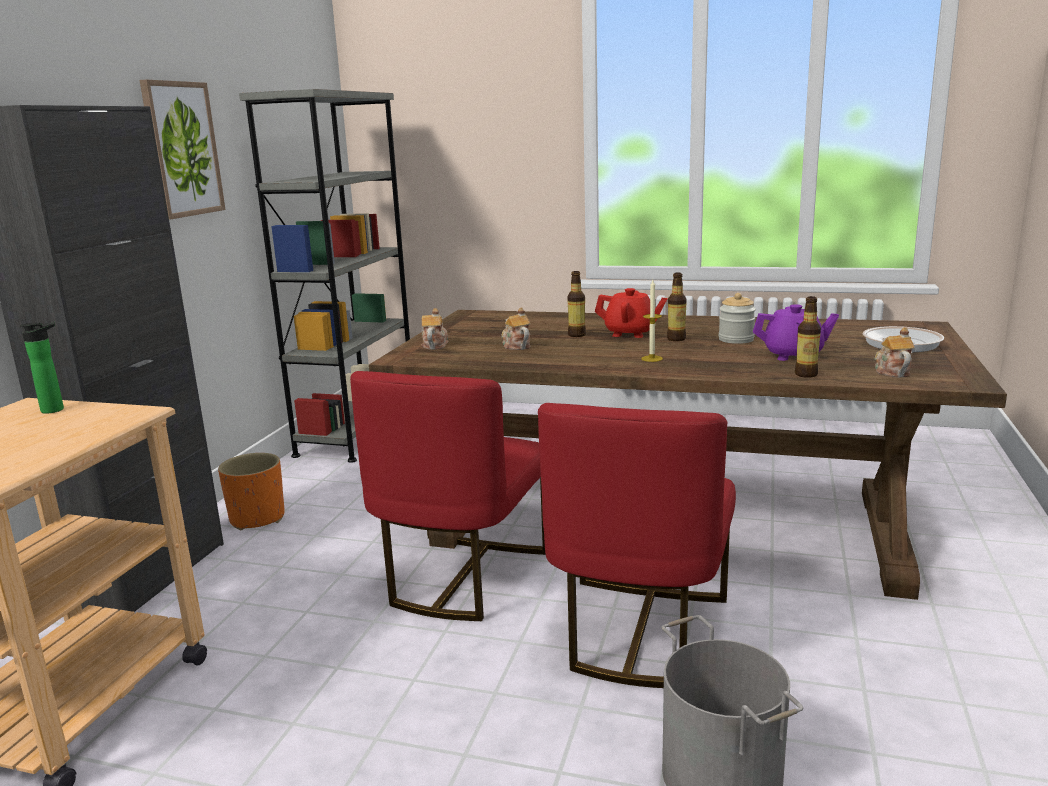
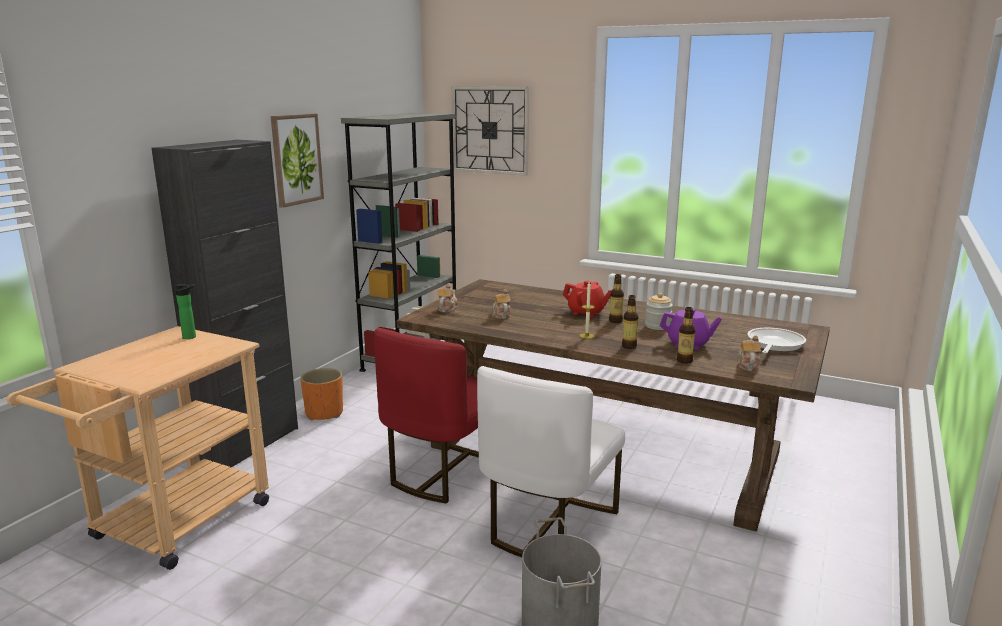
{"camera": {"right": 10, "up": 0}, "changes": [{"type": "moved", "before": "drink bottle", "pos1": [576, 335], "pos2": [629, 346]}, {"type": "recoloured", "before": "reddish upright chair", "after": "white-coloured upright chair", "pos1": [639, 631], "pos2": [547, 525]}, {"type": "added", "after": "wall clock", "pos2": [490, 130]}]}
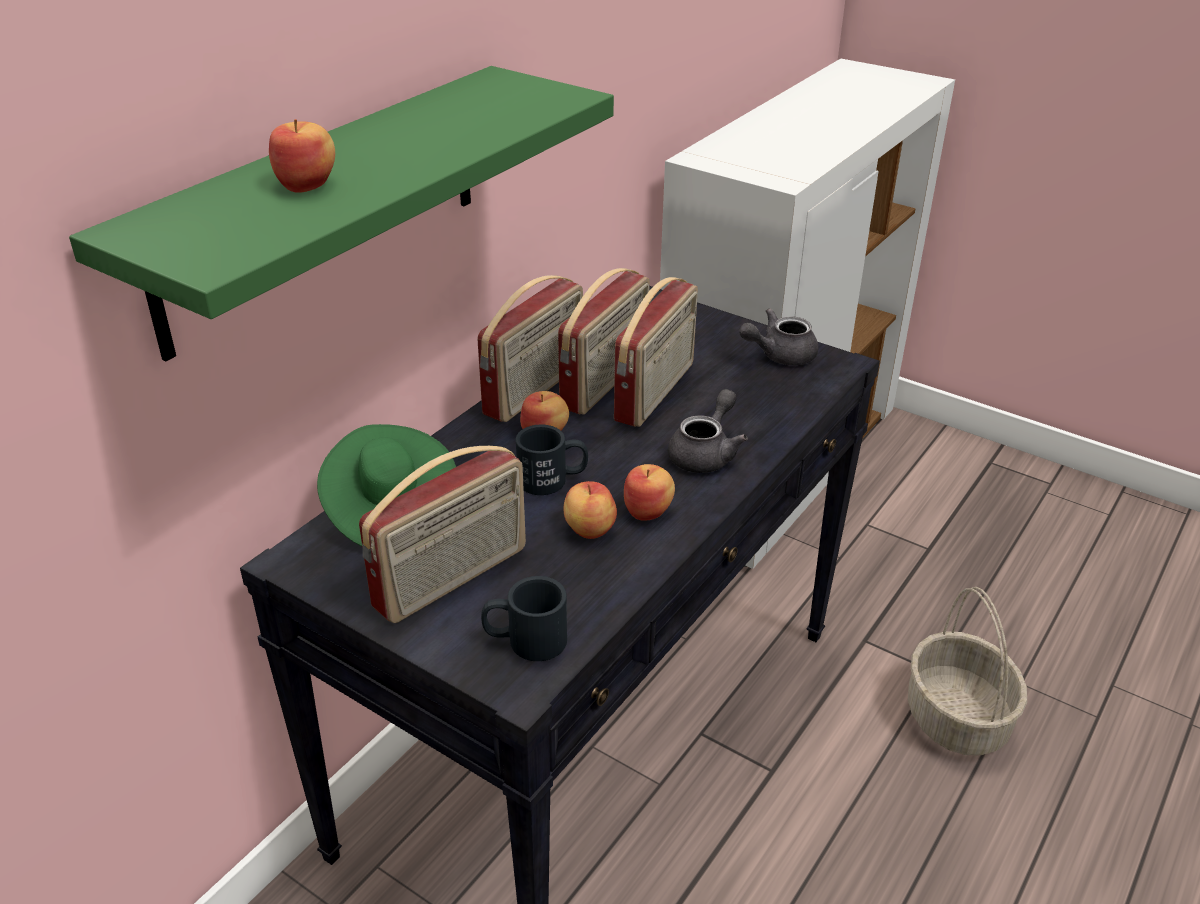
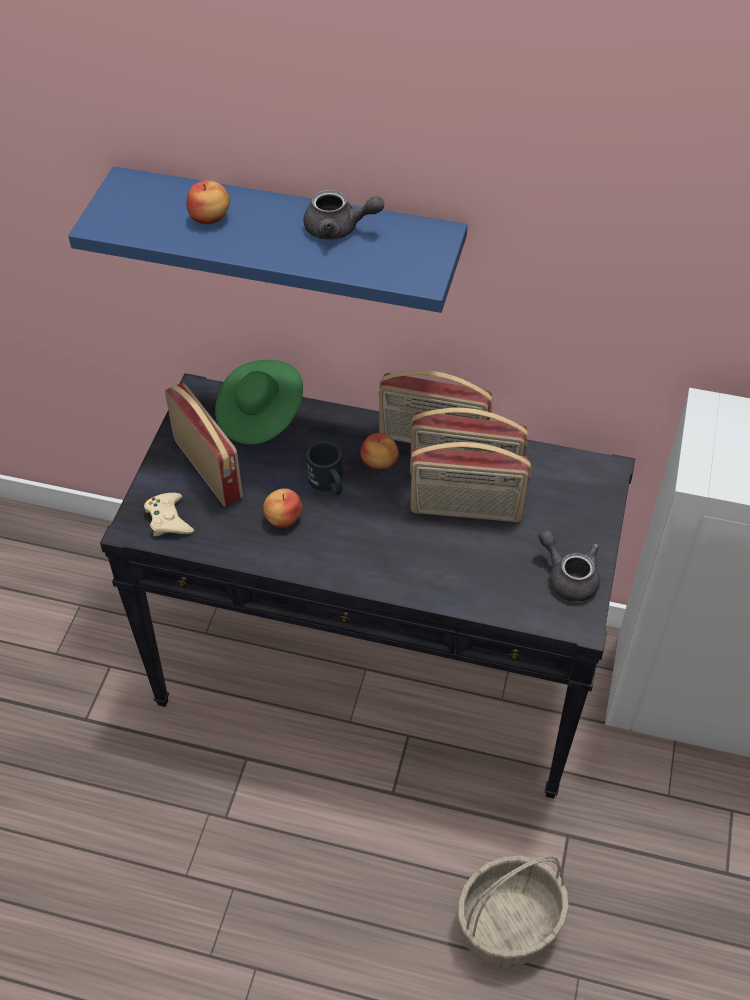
{"camera": {"right": 70, "up": 15}, "changes": [{"type": "recoloured", "before": "green-coloured wall shelf", "after": "blue wall shelf", "pos1": [323, 206], "pos2": [288, 233]}, {"type": "moved", "before": "gray pot for tea", "pos1": [706, 453], "pos2": [339, 229]}, {"type": "turned", "before": "radio set", "pos1": [453, 579], "pos2": [209, 468], "turn": -150}, {"type": "removed", "before": "apple", "pos1": [648, 510]}, {"type": "replaced", "before": "black-coloured mug", "after": "beige-coloured gamepad", "pos1": [525, 640], "pos2": [168, 519]}]}
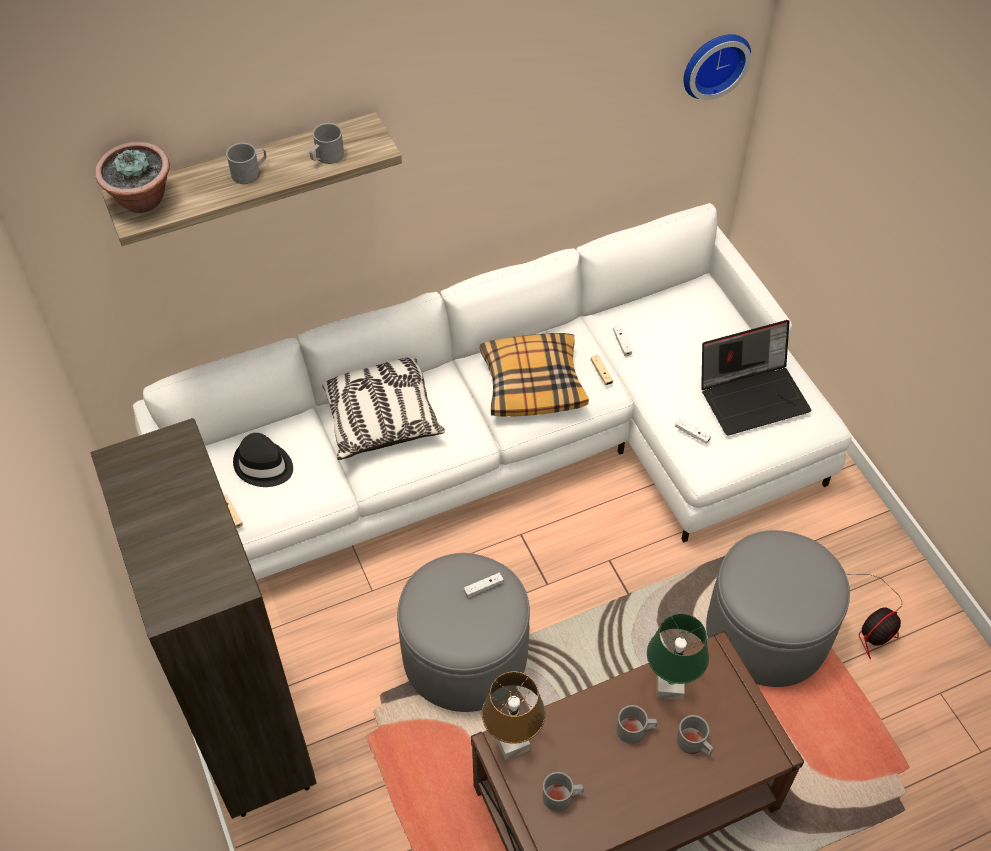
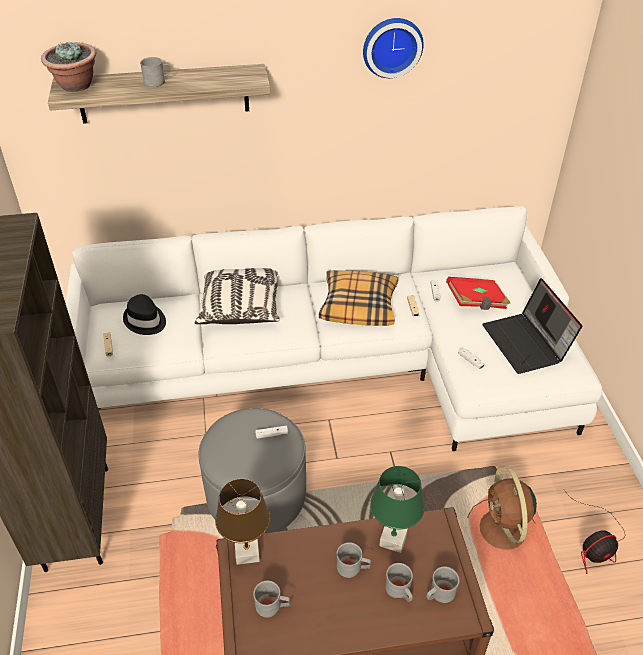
{"camera": {"right": 15, "up": -10}, "changes": [{"type": "moved", "before": "wall clock", "pos1": [713, 63], "pos2": [391, 46]}, {"type": "moved", "before": "gray mug", "pos1": [326, 157], "pos2": [439, 594]}, {"type": "turned", "before": "portable computer", "pos1": [753, 395], "pos2": [527, 343], "turn": 75}, {"type": "replaced", "before": "gray ottoman", "after": "brownish fan", "pos1": [767, 631], "pos2": [503, 532]}, {"type": "added", "after": "reddish bound book", "pos2": [476, 302]}]}
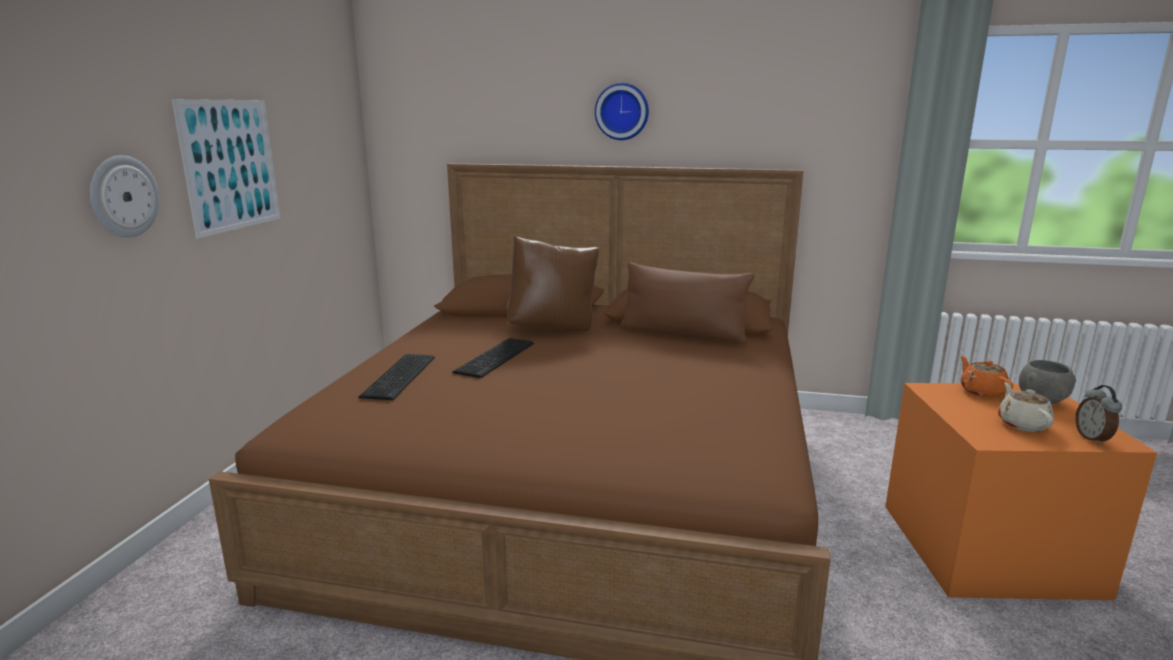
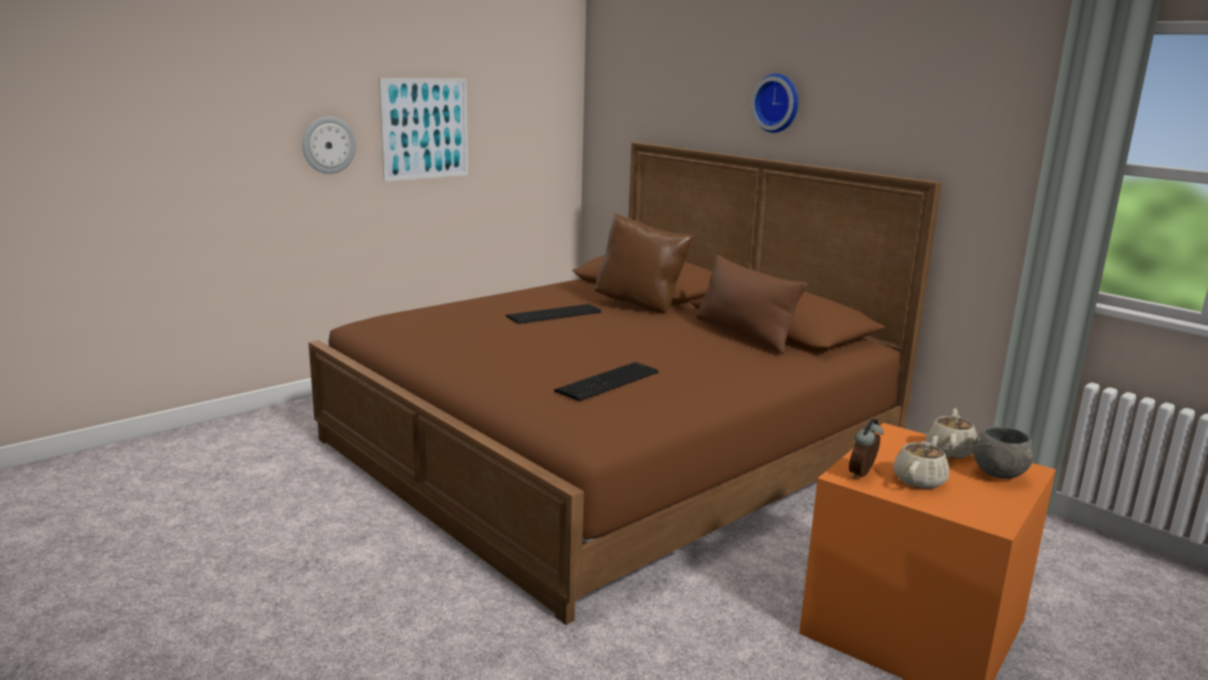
{"camera": {"right": 35, "up": 0}, "changes": [{"type": "moved", "before": "computer keyboard", "pos1": [401, 376], "pos2": [610, 381]}, {"type": "recoloured", "before": "orange-coloured pot for tea", "after": "beige-coloured pot for tea", "pos1": [981, 391], "pos2": [950, 450]}, {"type": "moved", "before": "bedside clock", "pos1": [1093, 439], "pos2": [863, 474]}]}
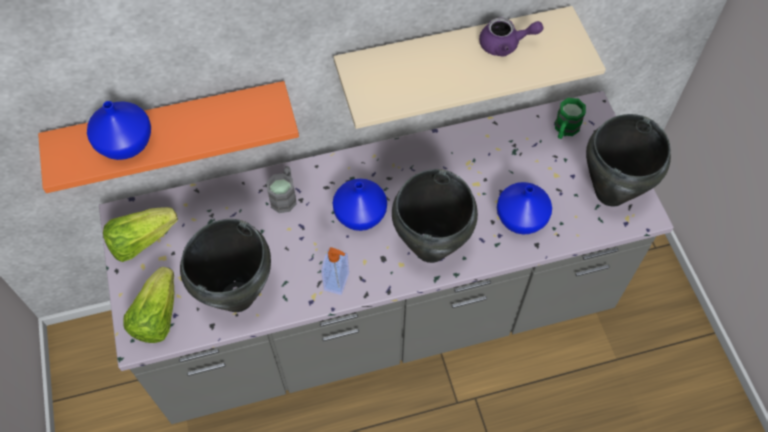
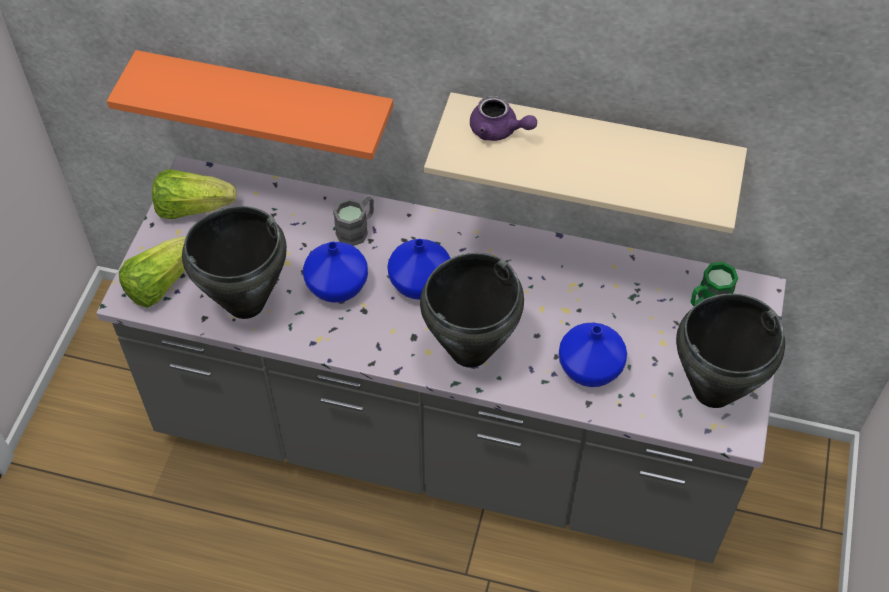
{"camera": {"right": 30, "up": -5}, "changes": [{"type": "moved", "before": "purple pot for tea", "pos1": [505, 45], "pos2": [499, 131]}, {"type": "moved", "before": "blue decorative vase", "pos1": [126, 145], "pos2": [336, 287]}, {"type": "removed", "before": "soap dispenser", "pos1": [337, 282]}]}
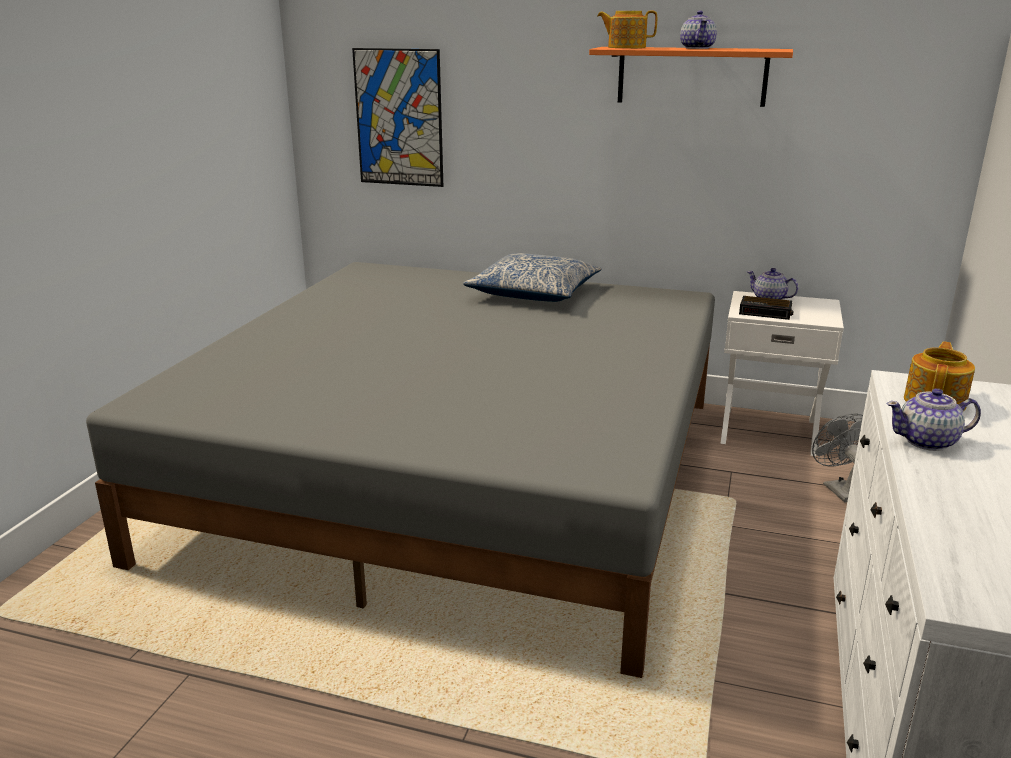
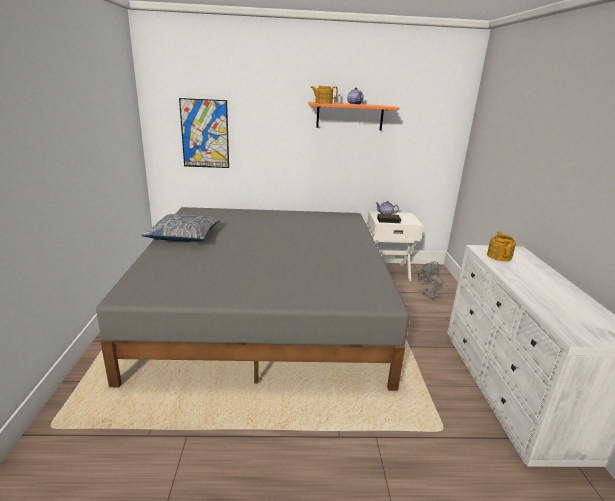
{"camera": {"right": -20, "up": 0}, "changes": [{"type": "moved", "before": "cushion", "pos1": [534, 293], "pos2": [183, 236]}, {"type": "removed", "before": "pot for tea", "pos1": [927, 442]}]}
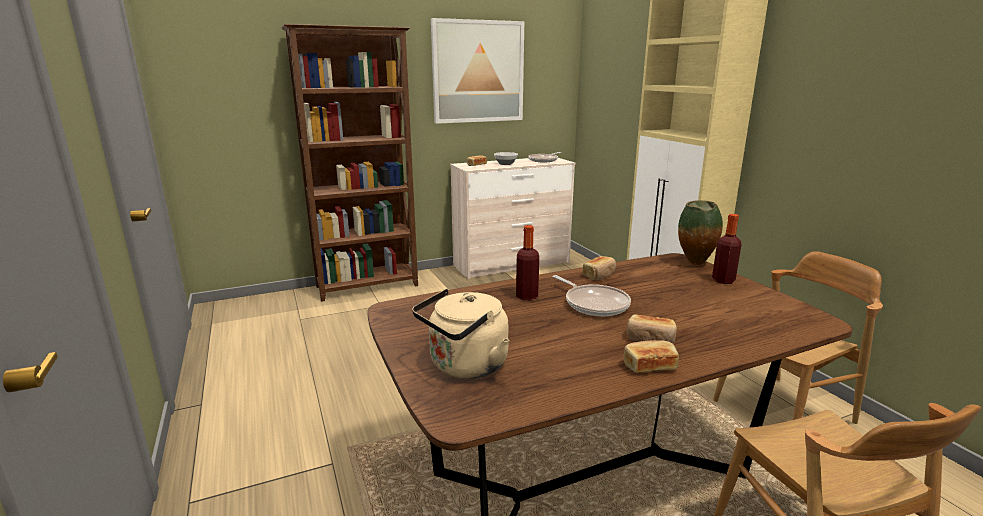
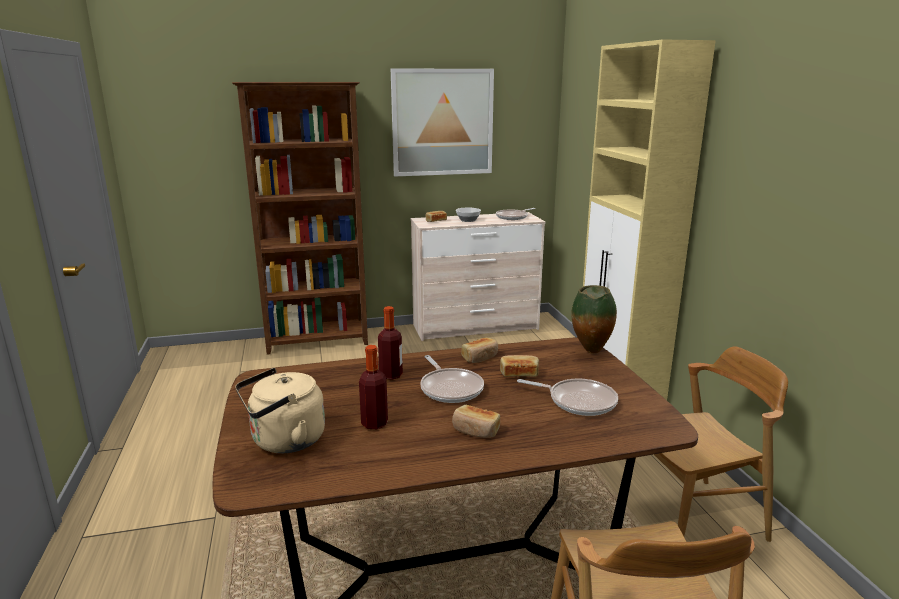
{"camera": {"right": 10, "up": 0}, "changes": [{"type": "moved", "before": "drink bottle", "pos1": [723, 280], "pos2": [374, 423]}, {"type": "moved", "before": "baked bread", "pos1": [649, 366], "pos2": [519, 374]}, {"type": "added", "after": "pan", "pos2": [578, 401]}]}
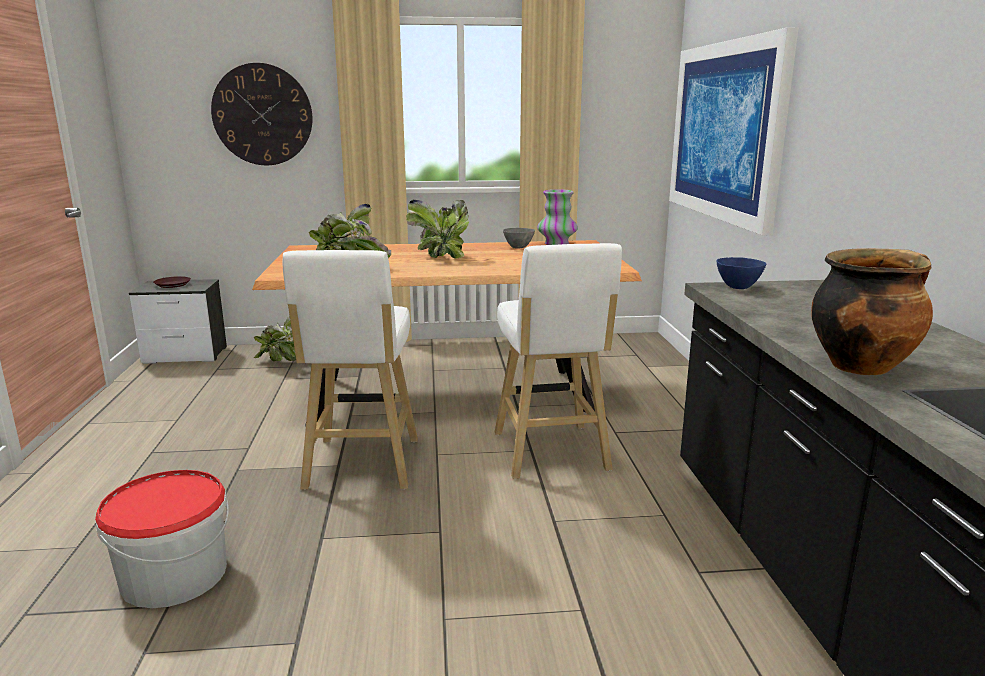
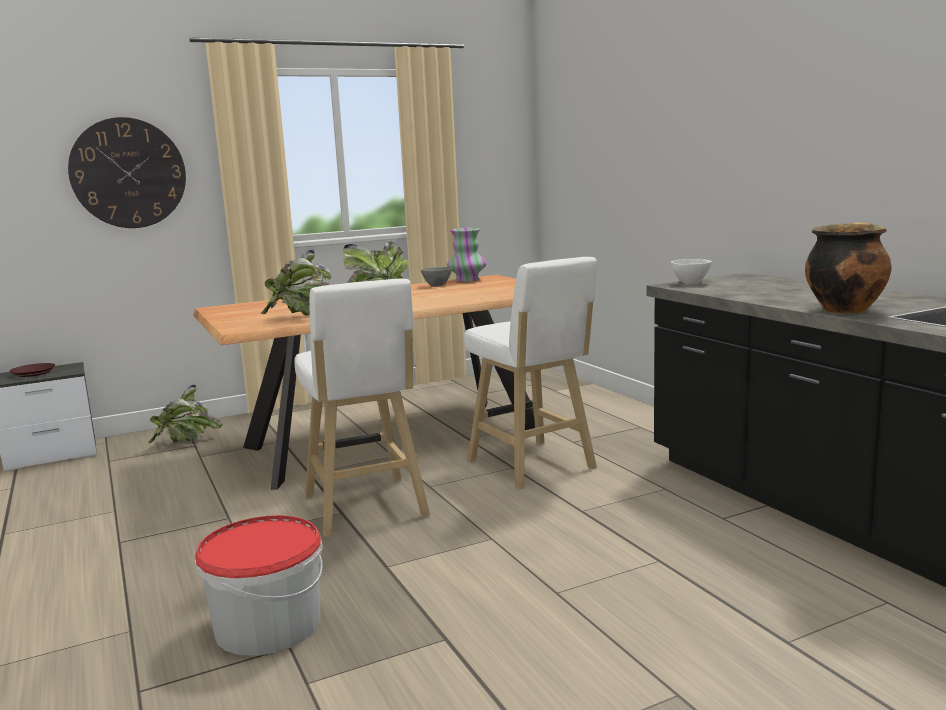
{"camera": {"right": -20, "up": -5}, "changes": [{"type": "removed", "before": "wall art", "pos1": [725, 131]}, {"type": "recoloured", "before": "blue serving bowl", "after": "white-coloured serving bowl", "pos1": [738, 287], "pos2": [690, 283]}]}
